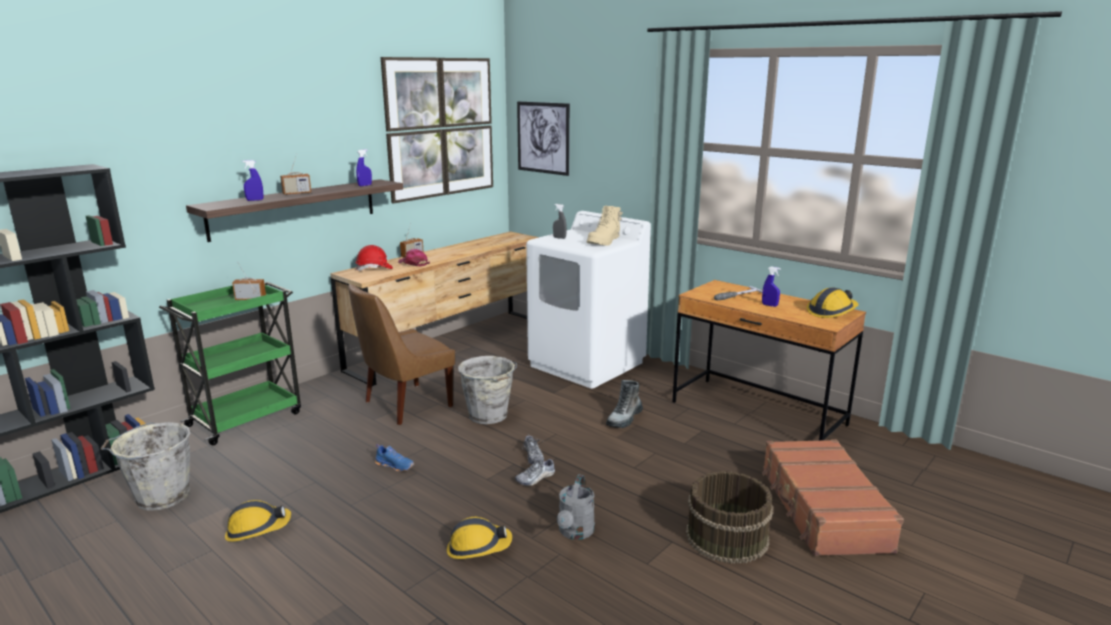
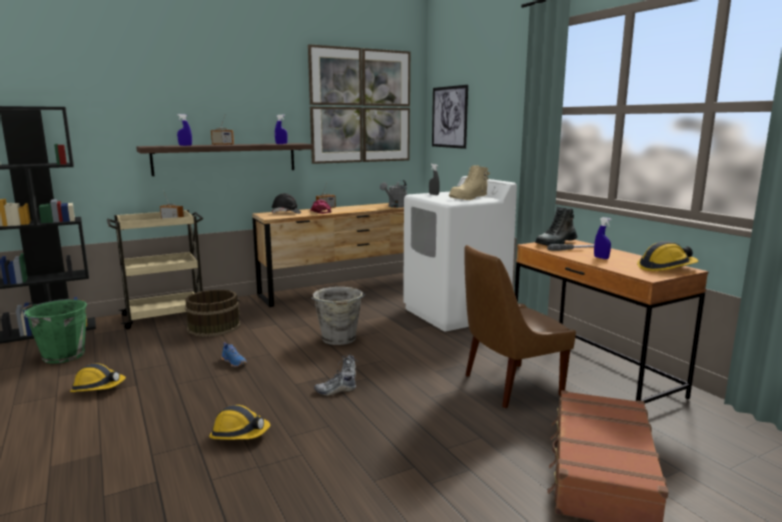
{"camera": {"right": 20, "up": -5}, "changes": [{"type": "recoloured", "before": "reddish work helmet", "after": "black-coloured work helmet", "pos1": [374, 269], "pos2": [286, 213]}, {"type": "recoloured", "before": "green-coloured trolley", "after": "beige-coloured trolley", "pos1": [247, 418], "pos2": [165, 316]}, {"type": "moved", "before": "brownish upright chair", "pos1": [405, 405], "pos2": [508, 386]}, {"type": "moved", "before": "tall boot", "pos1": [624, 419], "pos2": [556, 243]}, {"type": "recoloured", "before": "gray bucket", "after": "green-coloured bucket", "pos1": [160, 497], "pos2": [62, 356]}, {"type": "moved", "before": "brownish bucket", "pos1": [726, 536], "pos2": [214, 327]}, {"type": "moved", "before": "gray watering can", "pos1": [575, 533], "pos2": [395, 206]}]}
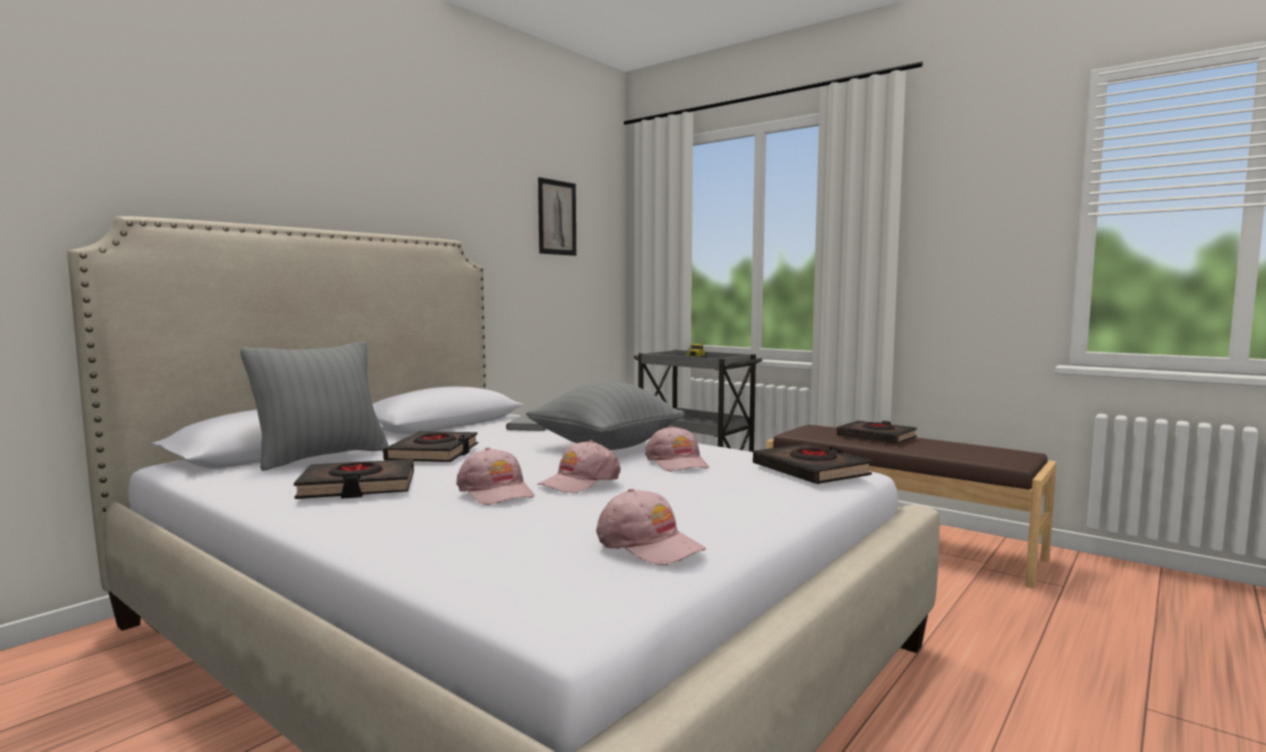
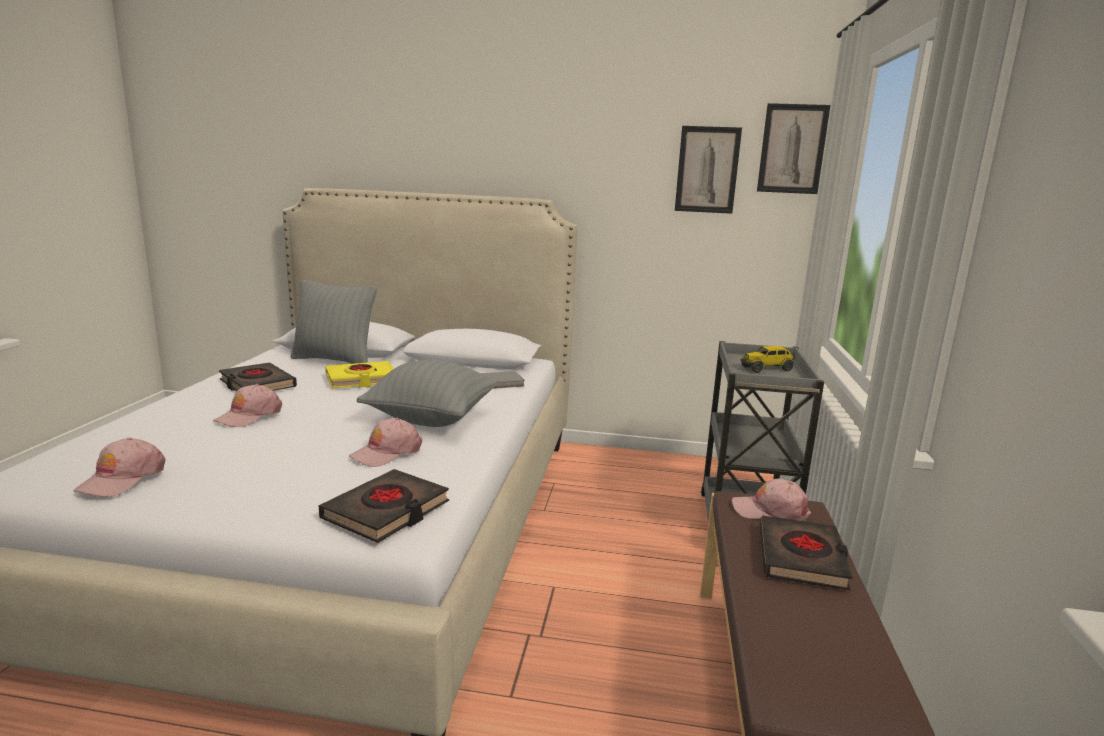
{"camera": {"right": 60, "up": 10}, "changes": [{"type": "recoloured", "before": "black-coloured bound book", "after": "yellow bound book", "pos1": [434, 453], "pos2": [361, 380]}, {"type": "moved", "before": "pinkish baseball cap", "pos1": [579, 482], "pos2": [770, 511]}, {"type": "added", "after": "wall art", "pos2": [792, 149]}]}
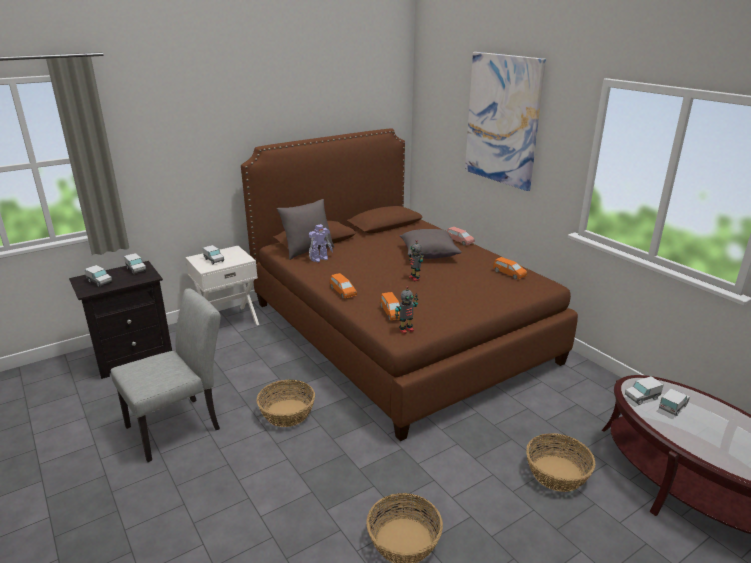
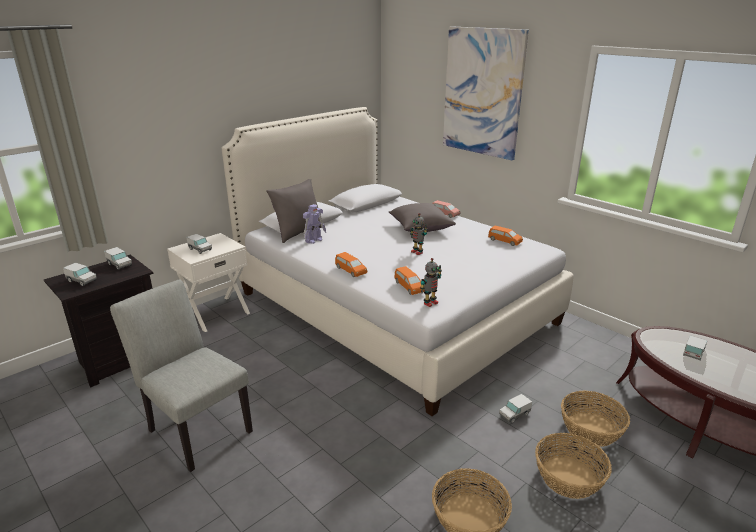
{"camera": {"right": -10, "up": 0}, "changes": [{"type": "recoloured", "before": "brownish bedroom bed", "after": "white-coloured bedroom bed", "pos1": [397, 331], "pos2": [393, 307]}, {"type": "turned", "before": "gray upright chair", "pos1": [180, 425], "pos2": [195, 427], "turn": -90}, {"type": "moved", "before": "model truck", "pos1": [641, 397], "pos2": [514, 415]}, {"type": "moved", "before": "basket", "pos1": [287, 413], "pos2": [568, 477]}]}
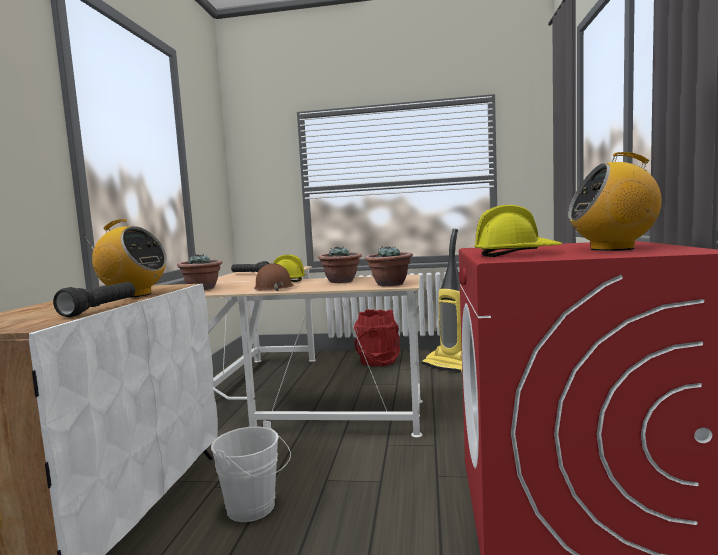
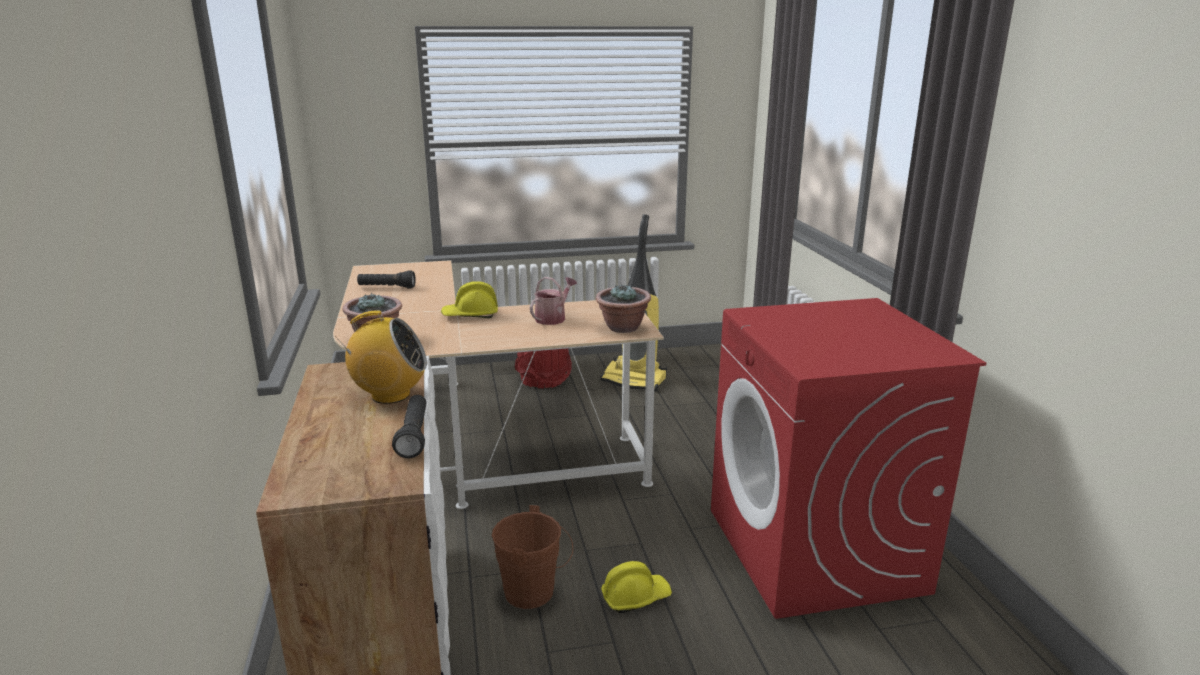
{"camera": {"right": -20, "up": 15}, "changes": [{"type": "removed", "before": "radio set", "pos1": [613, 249]}, {"type": "moved", "before": "yellow work helmet", "pos1": [515, 254], "pos2": [635, 597]}, {"type": "replaced", "before": "houseplant", "after": "watering can", "pos1": [341, 281], "pos2": [553, 318]}, {"type": "removed", "before": "brownish work helmet", "pos1": [273, 287]}, {"type": "recoloured", "before": "white-coloured bucket", "after": "brownish bucket", "pos1": [255, 508], "pos2": [535, 592]}]}
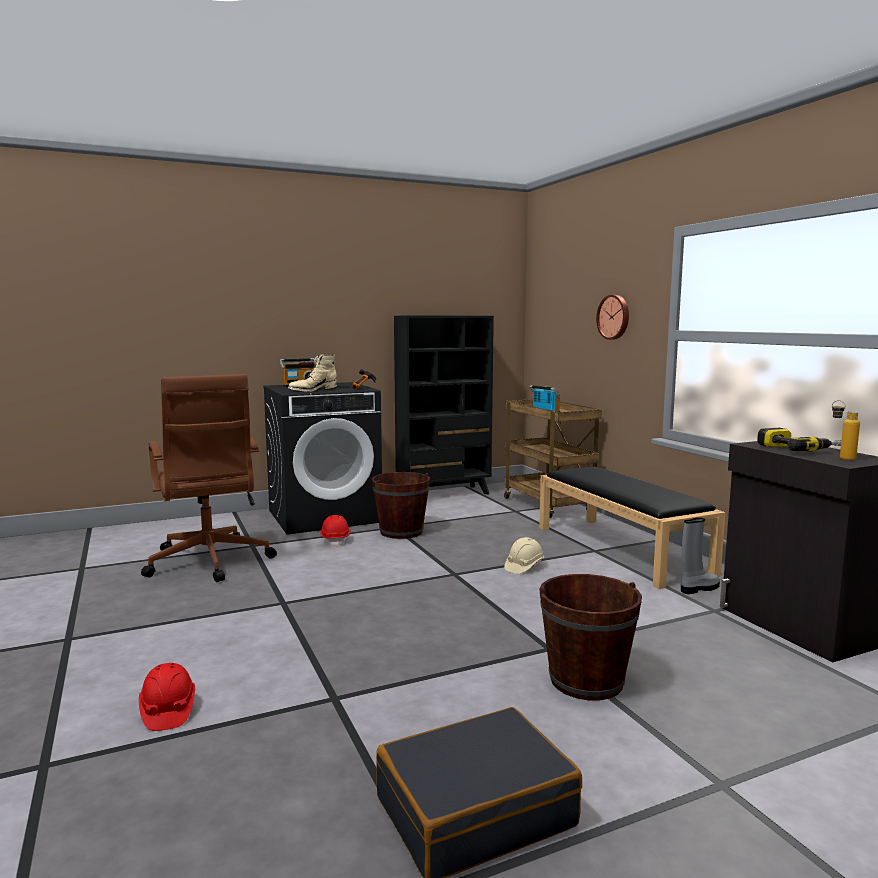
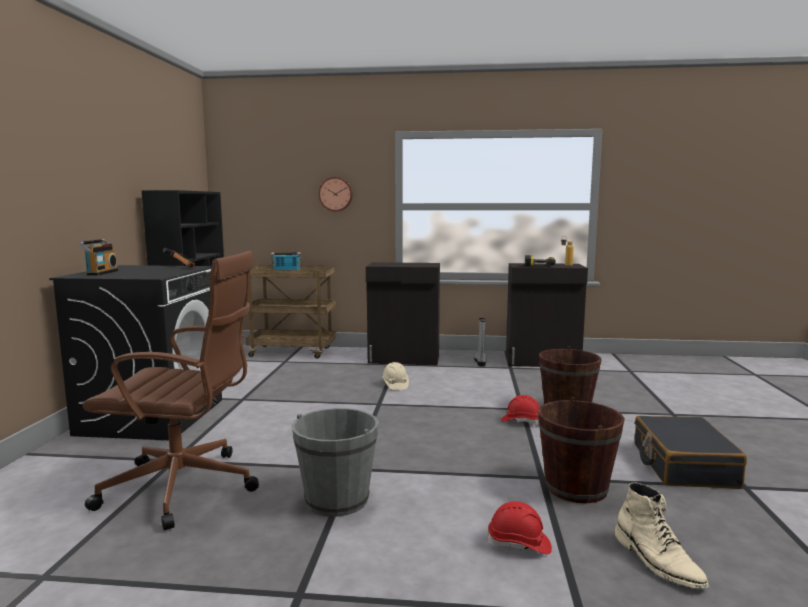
{"camera": {"right": -60, "up": 0}, "changes": [{"type": "moved", "before": "beige-coloured tall boot", "pos1": [312, 390], "pos2": [657, 561]}, {"type": "replaced", "before": "black-coloured indoor bench", "after": "black-coloured storage cabinet", "pos1": [622, 550], "pos2": [404, 359]}, {"type": "moved", "before": "brownish bucket", "pos1": [401, 532], "pos2": [576, 488]}, {"type": "moved", "before": "reddish work helmet", "pos1": [335, 540], "pos2": [521, 421]}, {"type": "added", "after": "gray bucket", "pos2": [337, 500]}]}
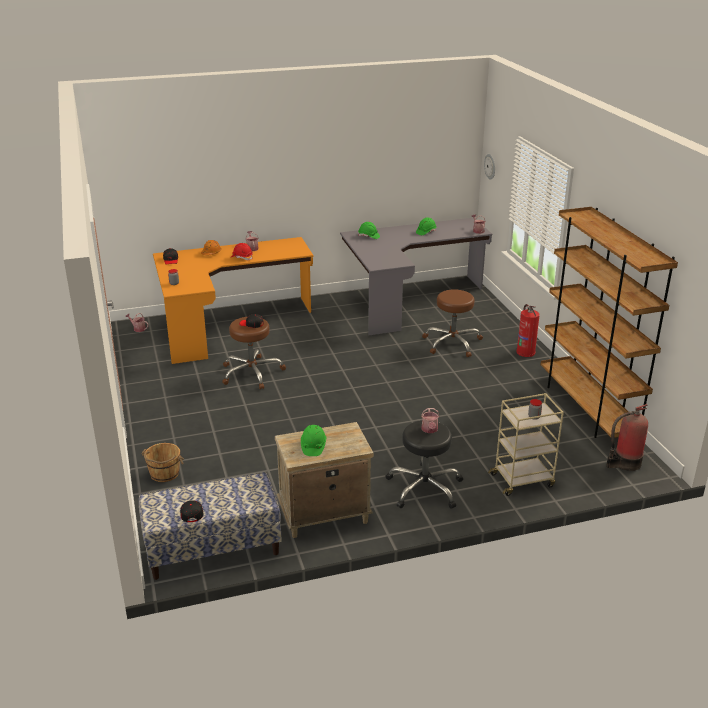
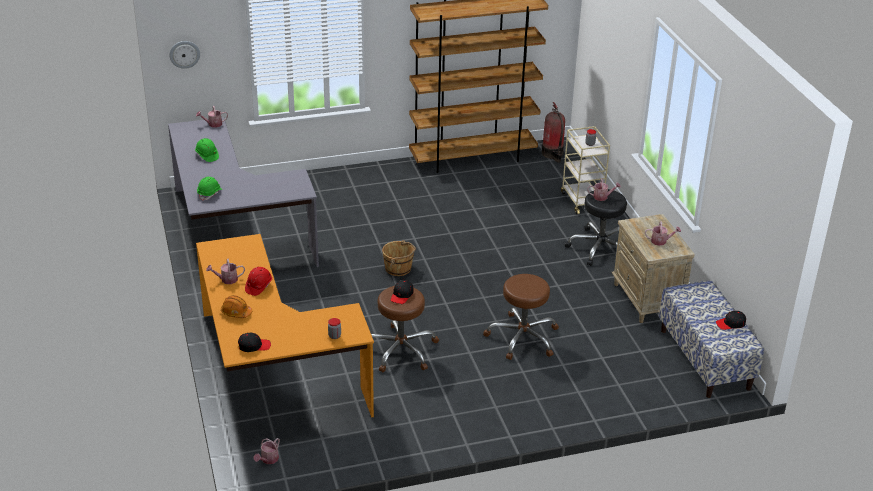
{"camera": {"right": -90, "up": 5}, "changes": [{"type": "moved", "before": "brownish stool", "pos1": [452, 343], "pos2": [522, 338]}, {"type": "removed", "before": "fire-fighting cylinder", "pos1": [525, 352]}, {"type": "replaced", "before": "green-coloured work helmet", "after": "watering can", "pos1": [313, 446], "pos2": [661, 241]}, {"type": "moved", "before": "brownish bucket", "pos1": [164, 474], "pos2": [398, 269]}]}
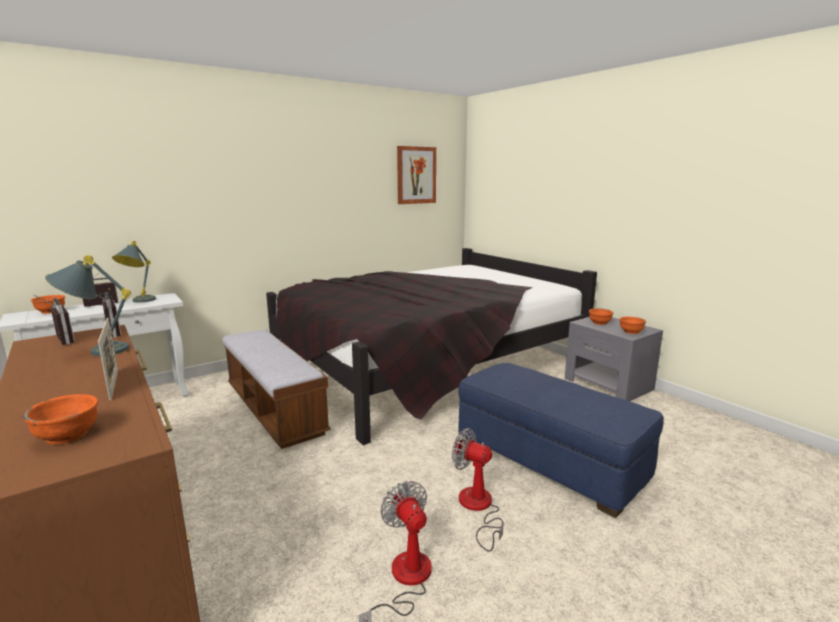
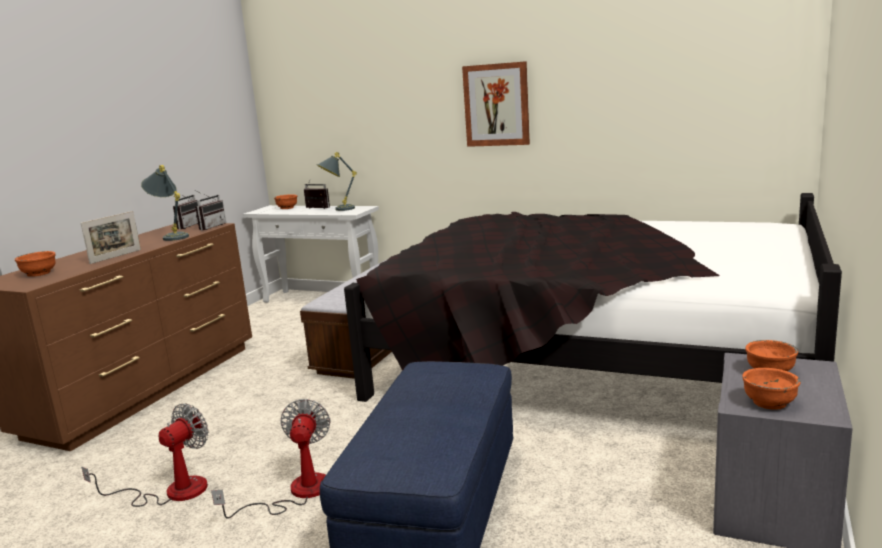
{"camera": {"right": 60, "up": 0}, "changes": [{"type": "moved", "before": "wall art", "pos1": [416, 175], "pos2": [496, 105]}]}
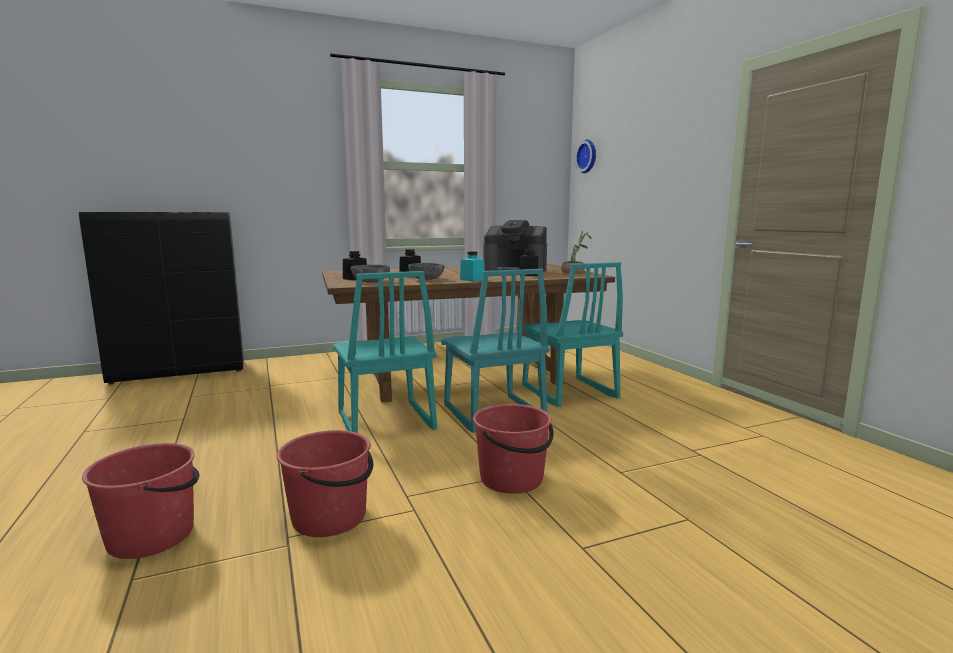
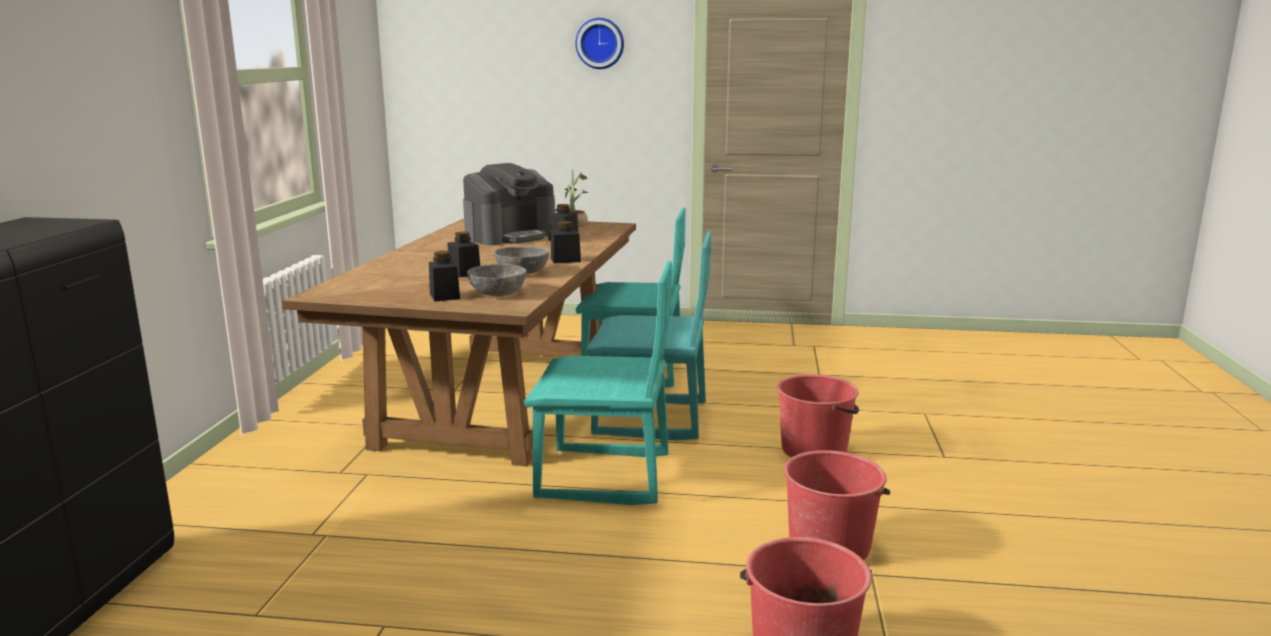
{"camera": {"right": -60, "up": 5}, "changes": [{"type": "moved", "before": "wall clock", "pos1": [588, 156], "pos2": [600, 43]}, {"type": "recoloured", "before": "turquoise-coloured jar", "after": "black-coloured jar", "pos1": [472, 279], "pos2": [565, 260]}]}
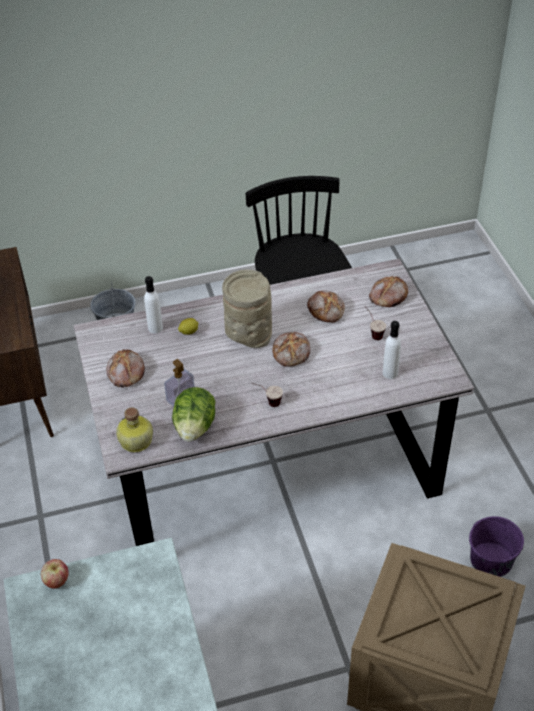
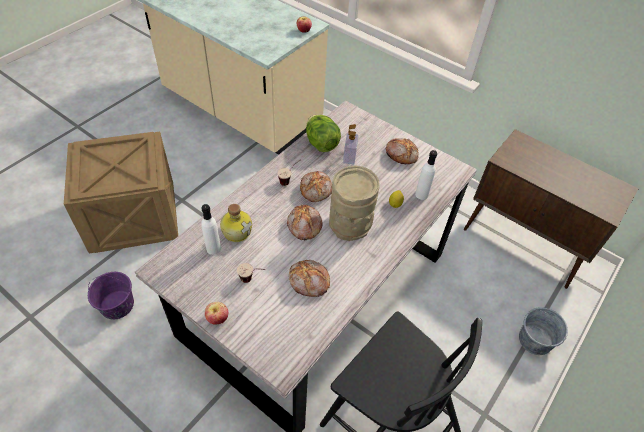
{"camera": {"right": 140, "up": 5}, "changes": [{"type": "moved", "before": "baked bread", "pos1": [387, 296], "pos2": [316, 190]}, {"type": "moved", "before": "drink bottle", "pos1": [135, 441], "pos2": [237, 231]}, {"type": "added", "after": "apple", "pos2": [217, 319]}]}
